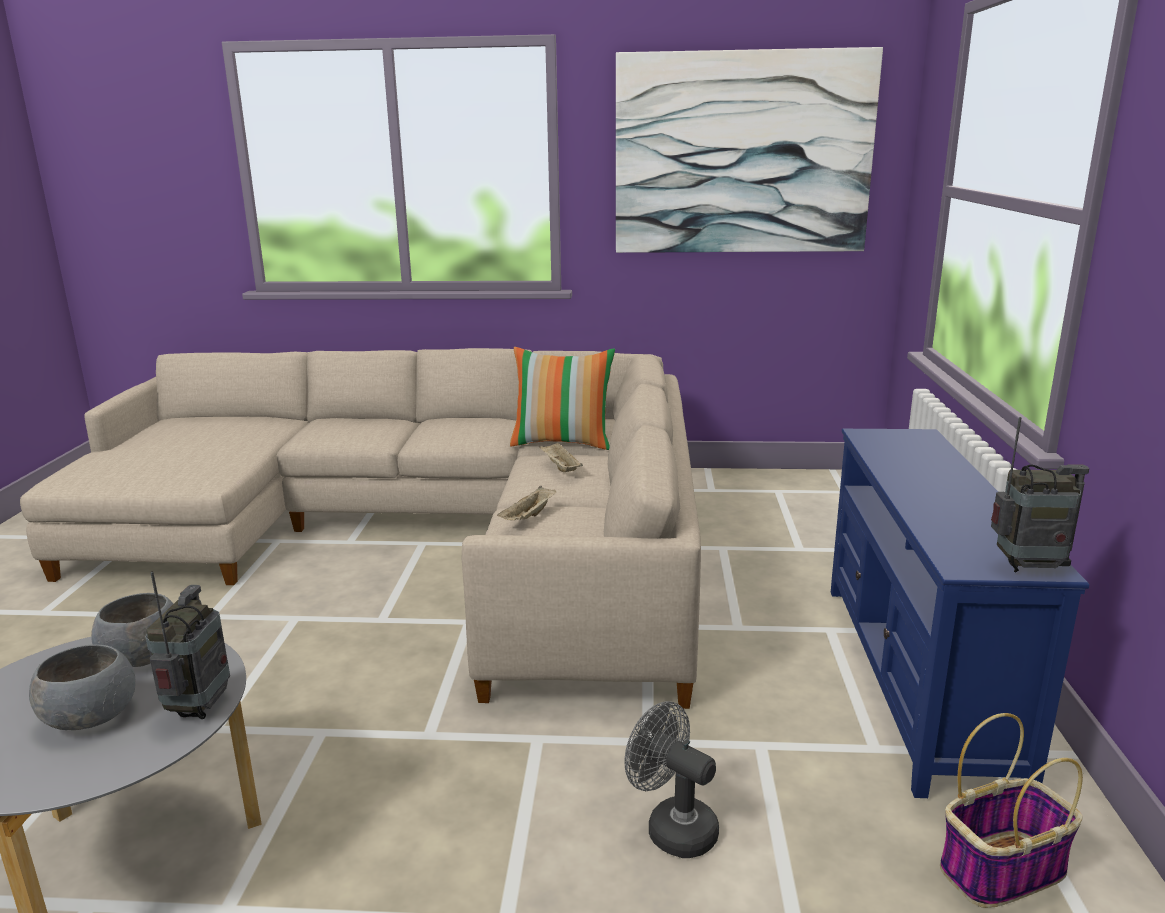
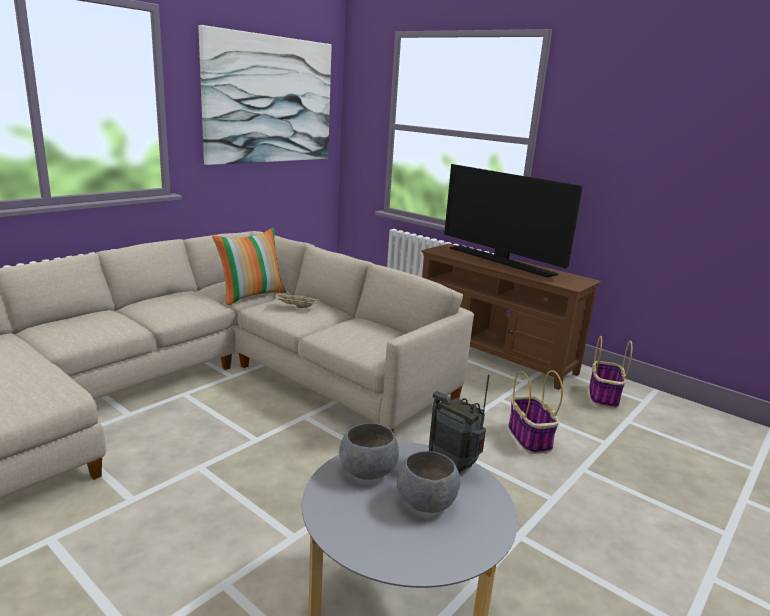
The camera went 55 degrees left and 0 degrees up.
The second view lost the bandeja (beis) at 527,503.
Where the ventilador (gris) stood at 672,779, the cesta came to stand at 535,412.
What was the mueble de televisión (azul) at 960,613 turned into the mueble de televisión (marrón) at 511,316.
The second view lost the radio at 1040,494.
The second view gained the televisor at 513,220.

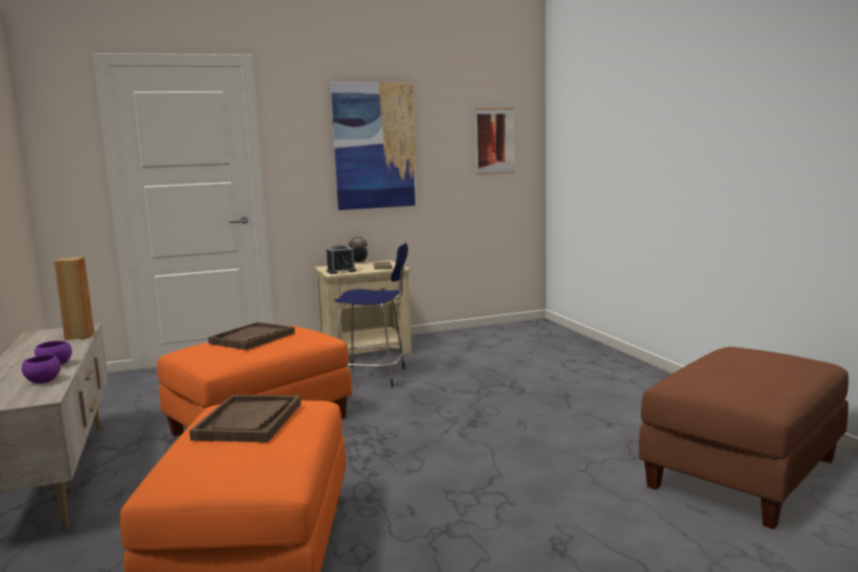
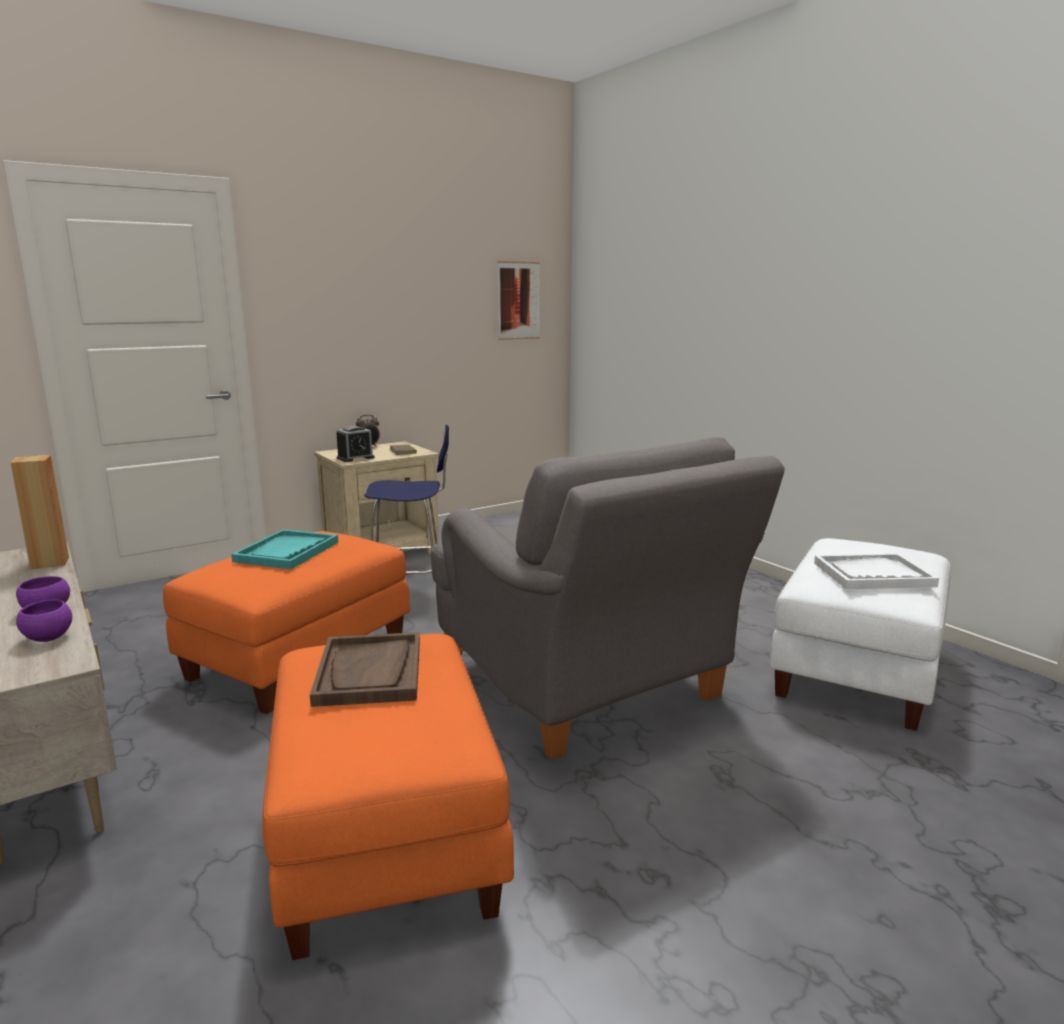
The camera went 15 degrees left and 5 degrees up.
What was the bandeja (marrón) at 251,336 turned into the bandeja (turquesa) at 284,549.
The second view lost the cuadro at 374,146.
What was the puf (marrón) at 744,438 turned into the puf (blanco) at 860,634.
The second view gained the sillón (gris) at 608,598.
The second view gained the bandeja (blanco) at 876,571.

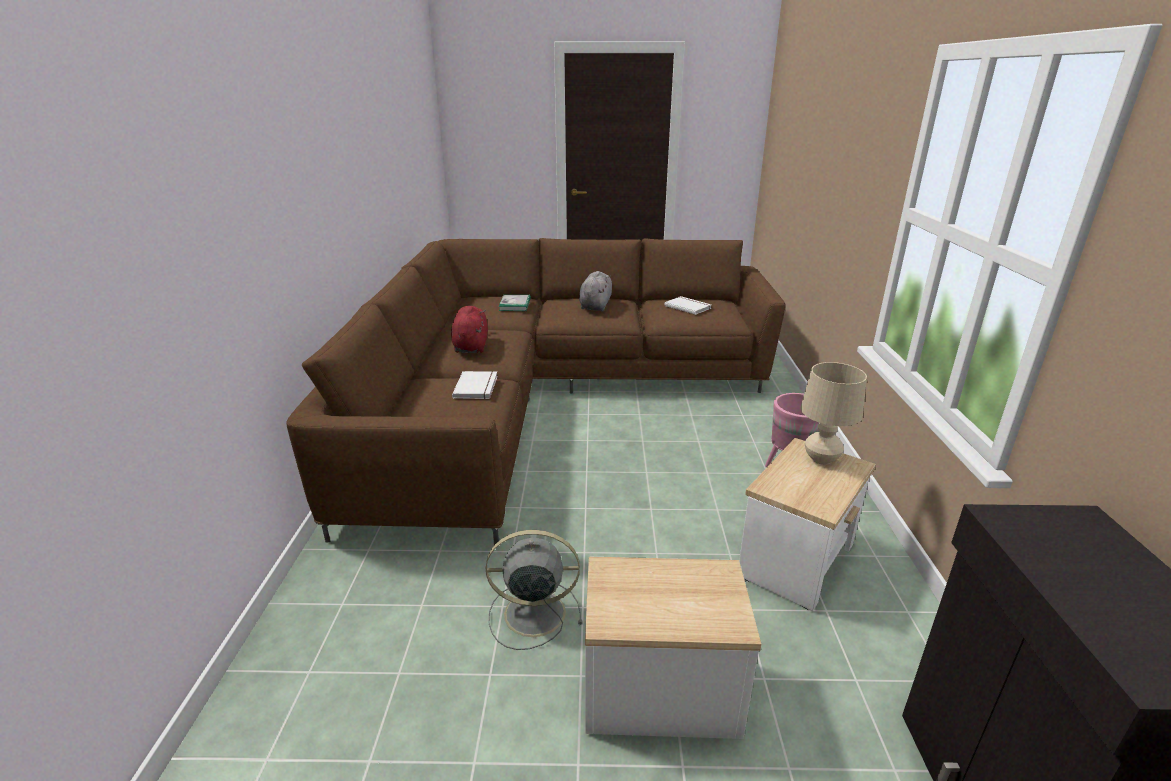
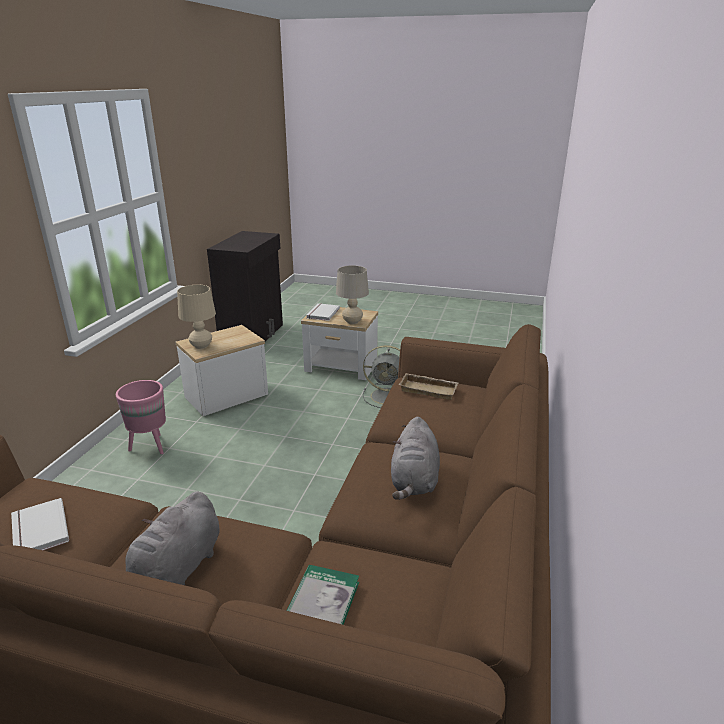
The camera went 165 degrees left and 0 degrees up.
What was the peluche (rojo) at 469,329 turned into the peluche (gris) at 415,458.
The libro (blanco) ended up elsewhere, having gone from 475,385 to 323,312.
The second view gained the lámpara de mesa (beis) at 352,294.
The second view gained the bandeja (beis) at 428,386.

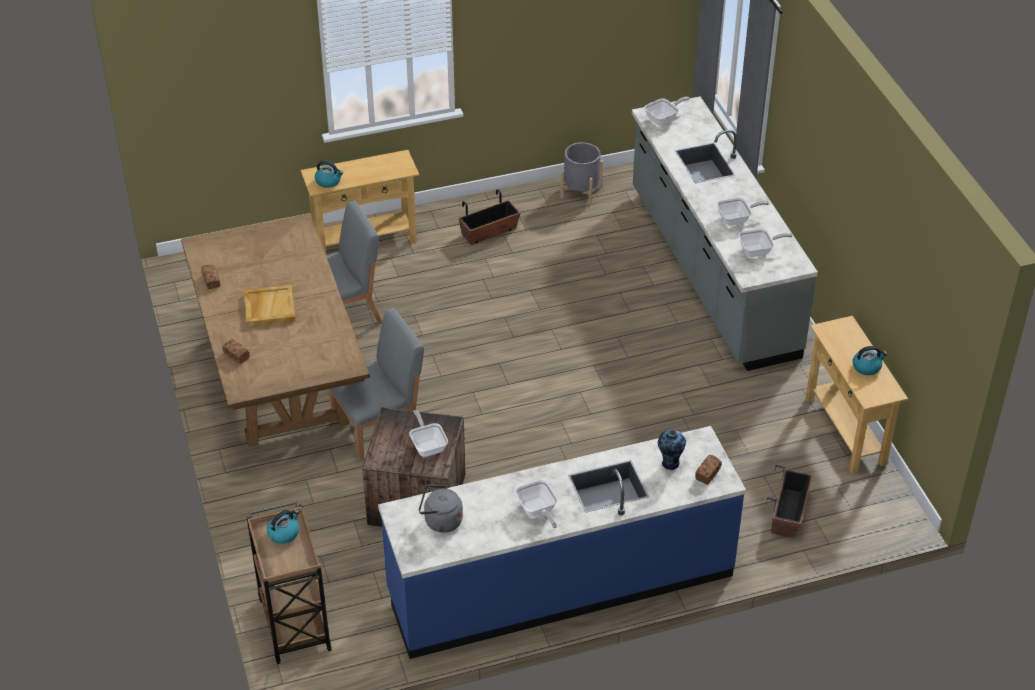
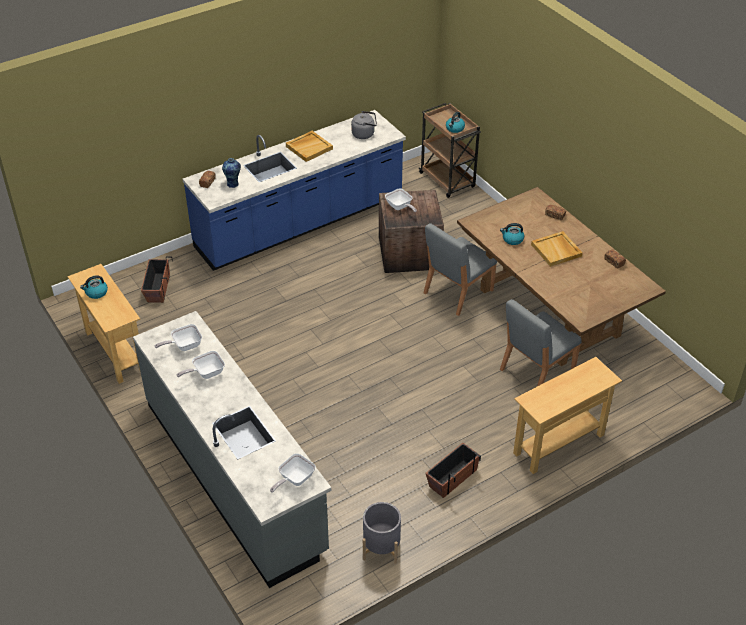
The camera went 165 degrees right and 0 degrees up.
The hervidor ended up elsewhere, having gone from 329,174 to 512,234.
Where the sartén stood at 536,504, the bandeja (beis) came to stand at 309,146.

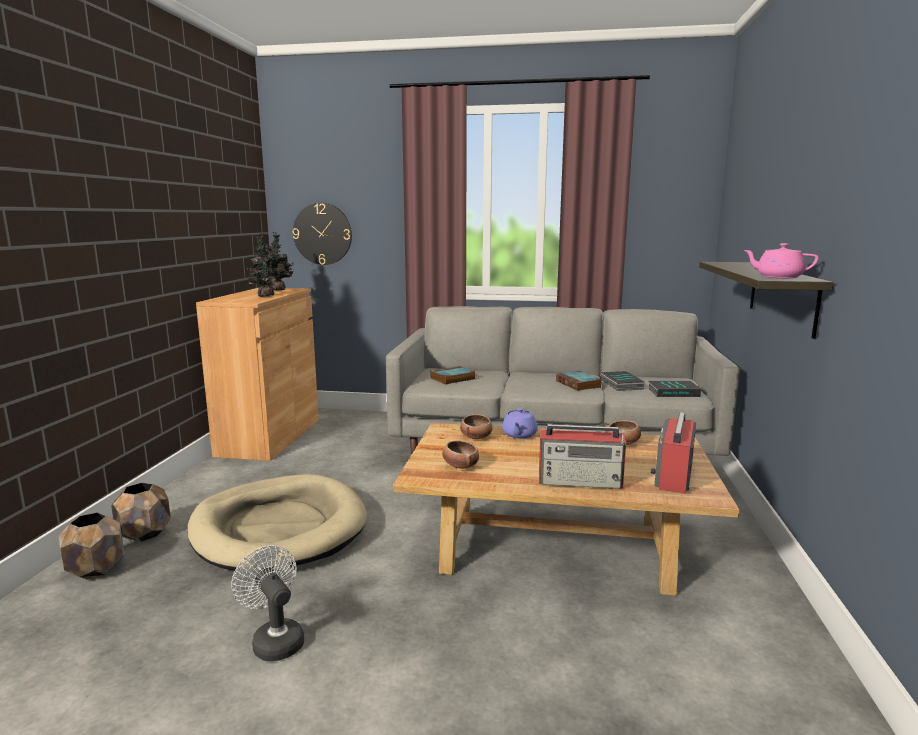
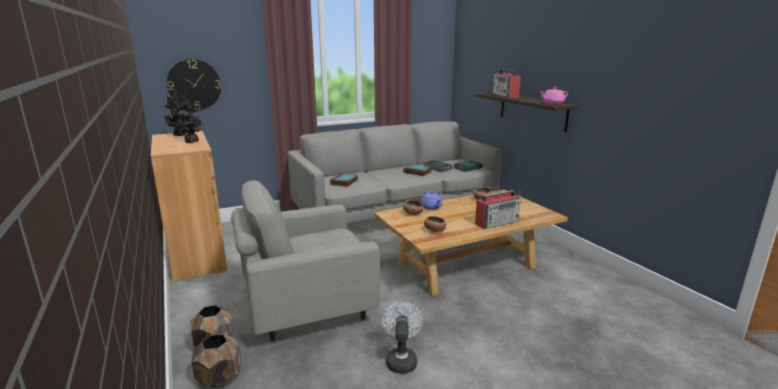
The camera went 35 degrees left and 5 degrees up.
Where the cama para perro (beis) stood at 277,522, the sillón (gris) came to stand at 305,261.
The ventilador (blanco) at 268,603 ended up facing another way, 75 degrees clockwise from before.
The radio ended up elsewhere, having gone from 673,453 to 506,83.

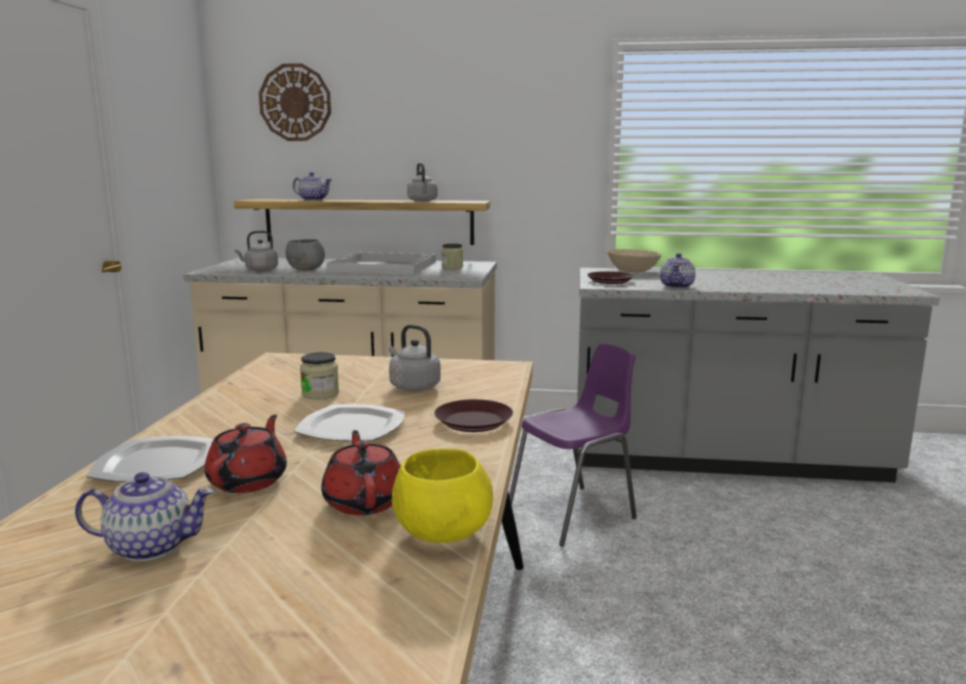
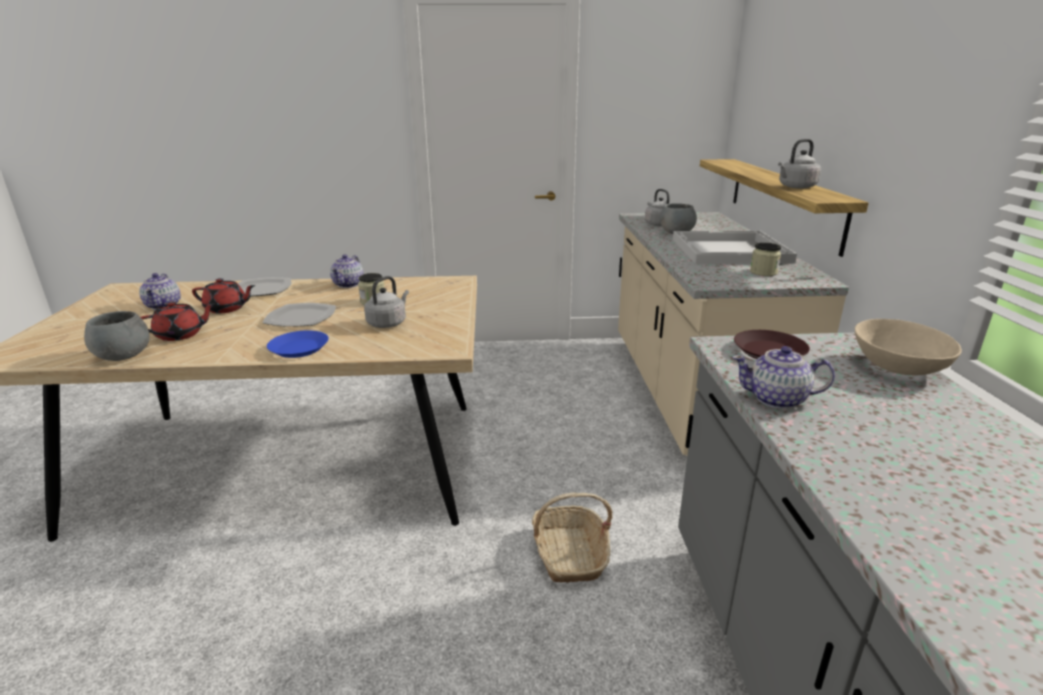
The camera went 80 degrees right and 10 degrees up.
The second view lost the reloj de pared at 295,102.
The tetera ended up elsewhere, having gone from 312,186 to 346,271.
What was the cuenco (amarillo) at 442,496 turned into the cuenco (gris) at 117,336.
What was the plato (marrón) at 473,415 turned into the plato (azul) at 298,344.
Where the silla (morado) stood at 573,445, the cesta came to stand at 572,538.

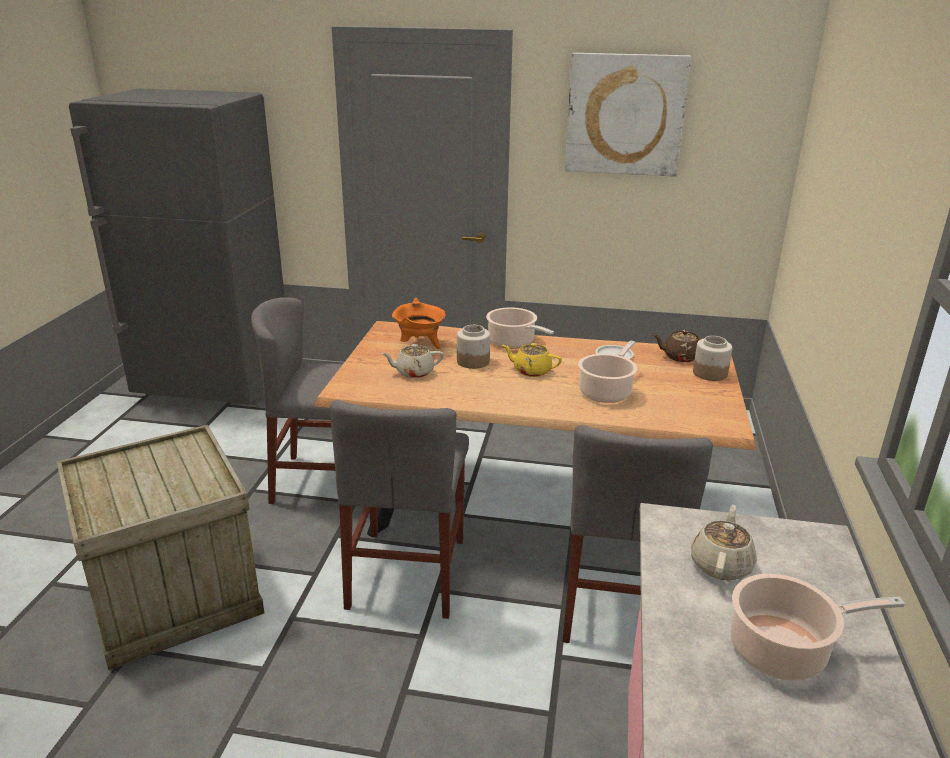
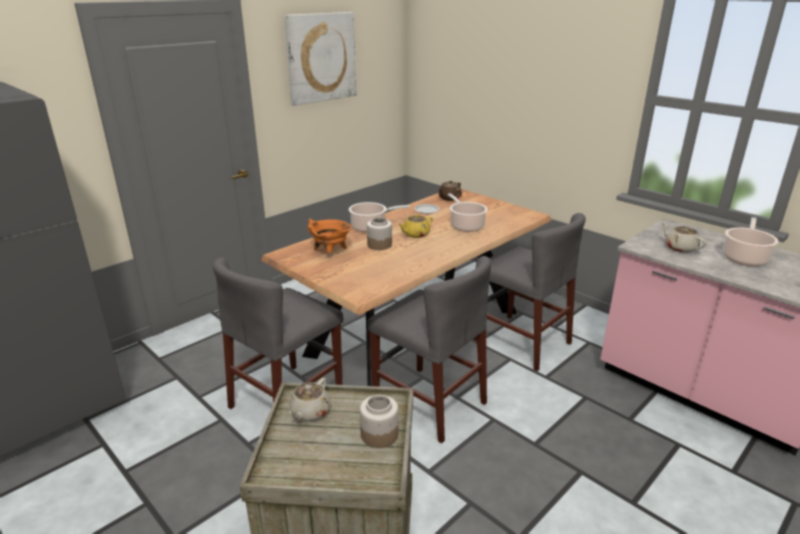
The camera went 55 degrees left and 0 degrees up.
The tetera (beis) ended up elsewhere, having gone from 412,361 to 310,399.
The tarro ended up elsewhere, having gone from 712,358 to 379,421.

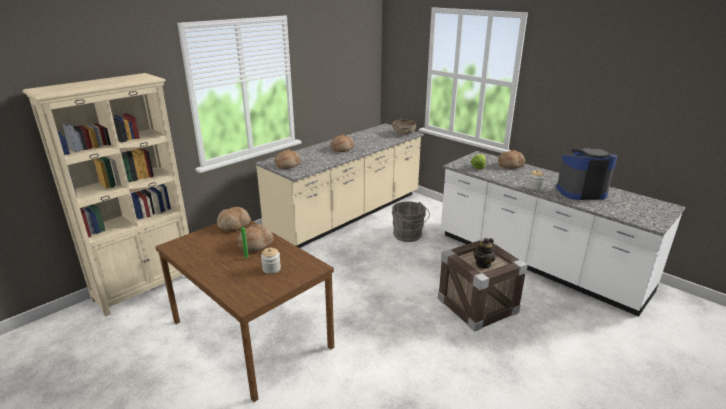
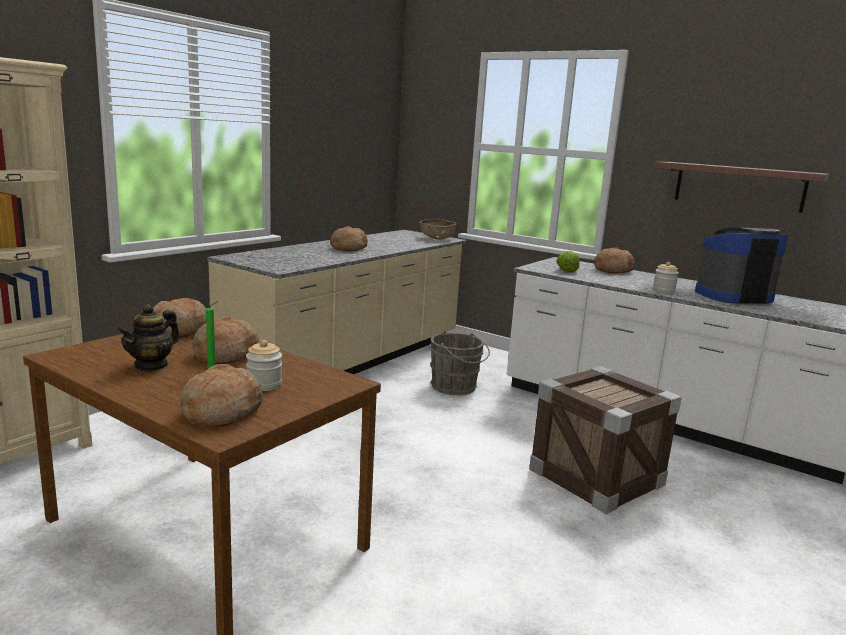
The camera went 10 degrees left and 10 degrees down.
The pan ended up elsewhere, having gone from 287,159 to 221,395.
The tetera ended up elsewhere, having gone from 484,253 to 148,338.
The second view gained the estante at 742,187.

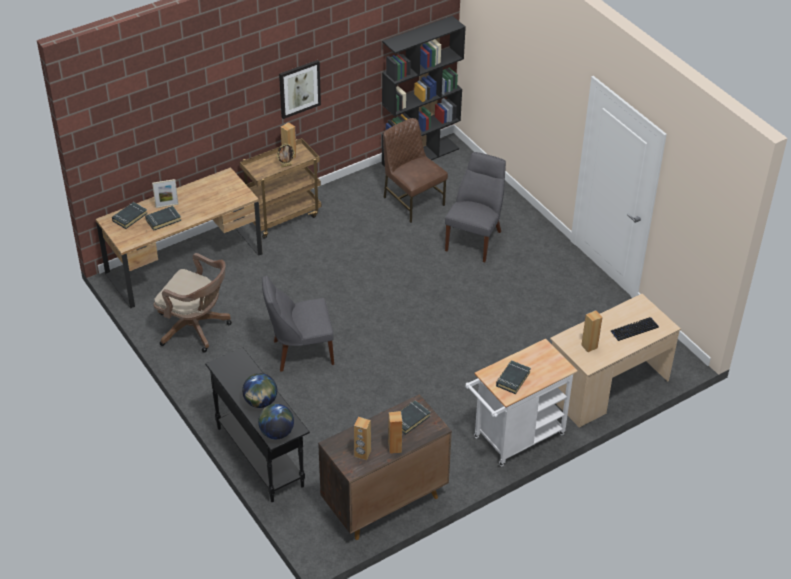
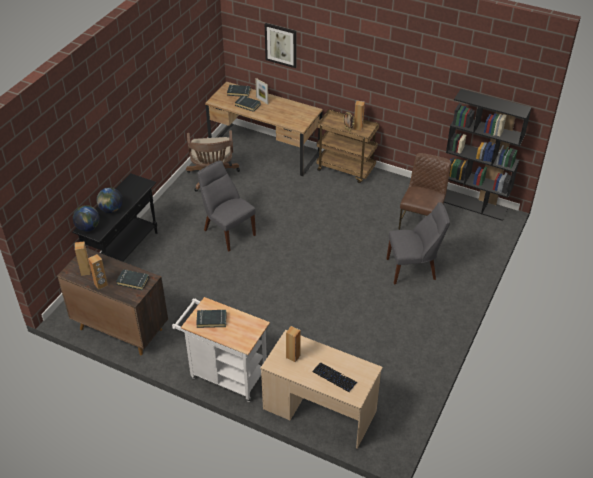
The camera went 60 degrees right and 0 degrees up.
The cuadro ended up elsewhere, having gone from 300,89 to 281,45.

